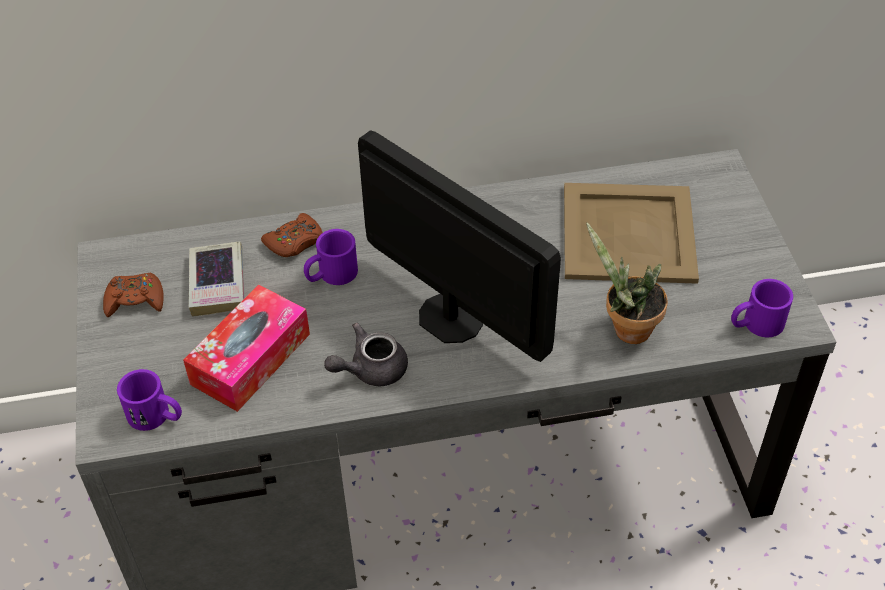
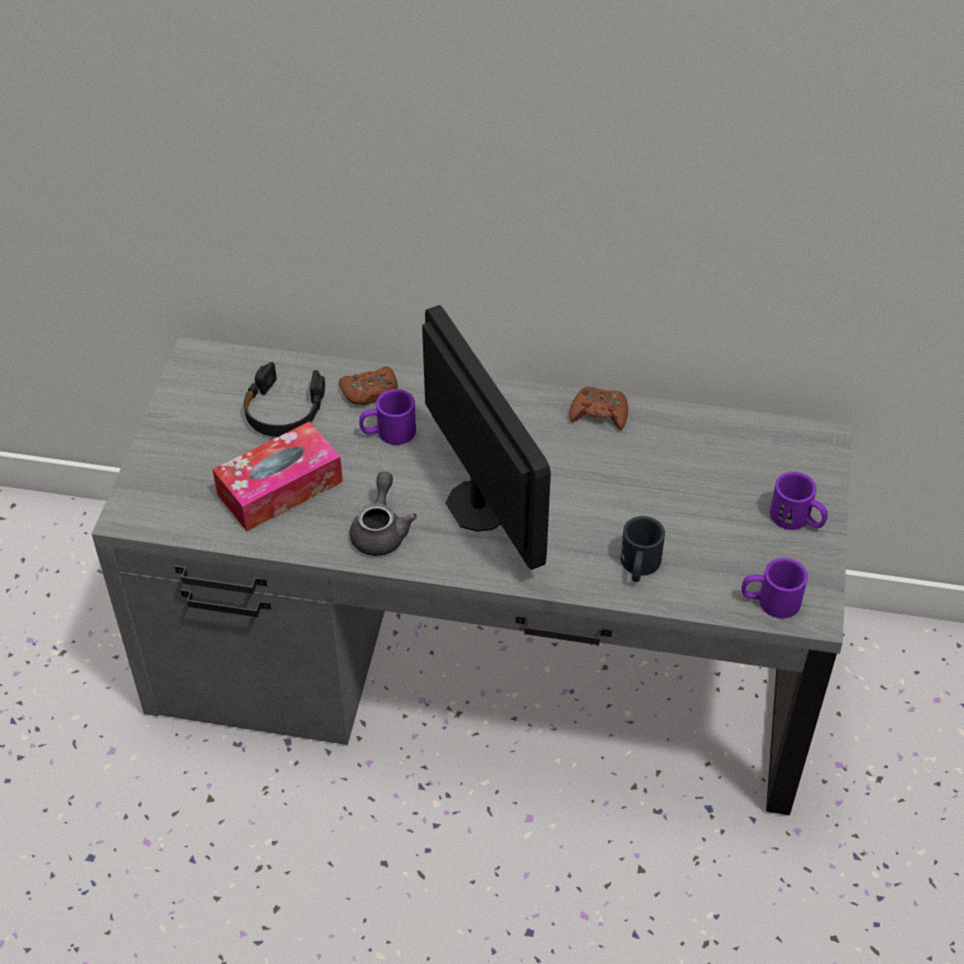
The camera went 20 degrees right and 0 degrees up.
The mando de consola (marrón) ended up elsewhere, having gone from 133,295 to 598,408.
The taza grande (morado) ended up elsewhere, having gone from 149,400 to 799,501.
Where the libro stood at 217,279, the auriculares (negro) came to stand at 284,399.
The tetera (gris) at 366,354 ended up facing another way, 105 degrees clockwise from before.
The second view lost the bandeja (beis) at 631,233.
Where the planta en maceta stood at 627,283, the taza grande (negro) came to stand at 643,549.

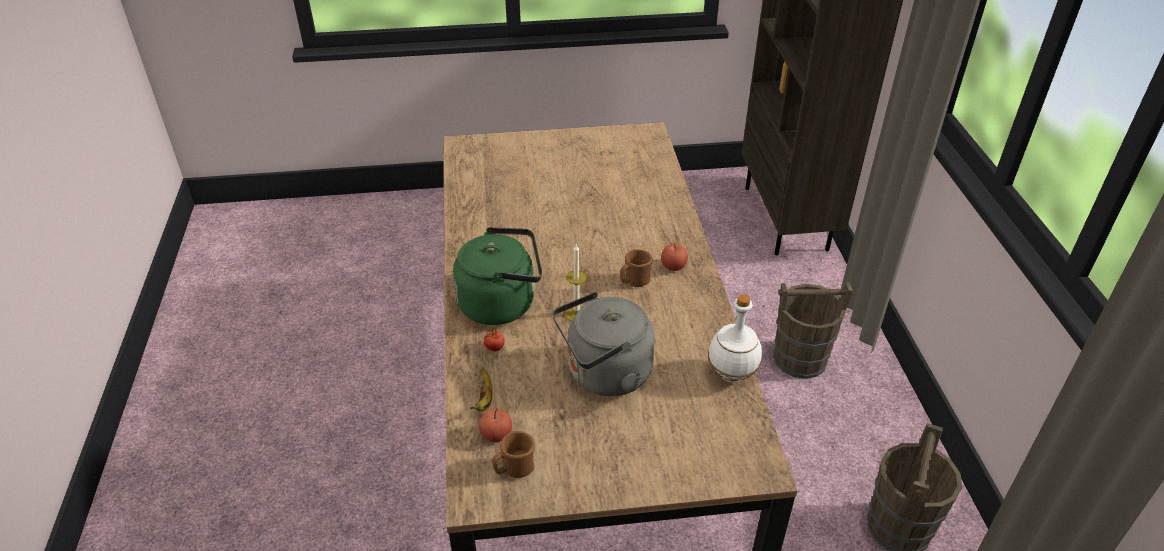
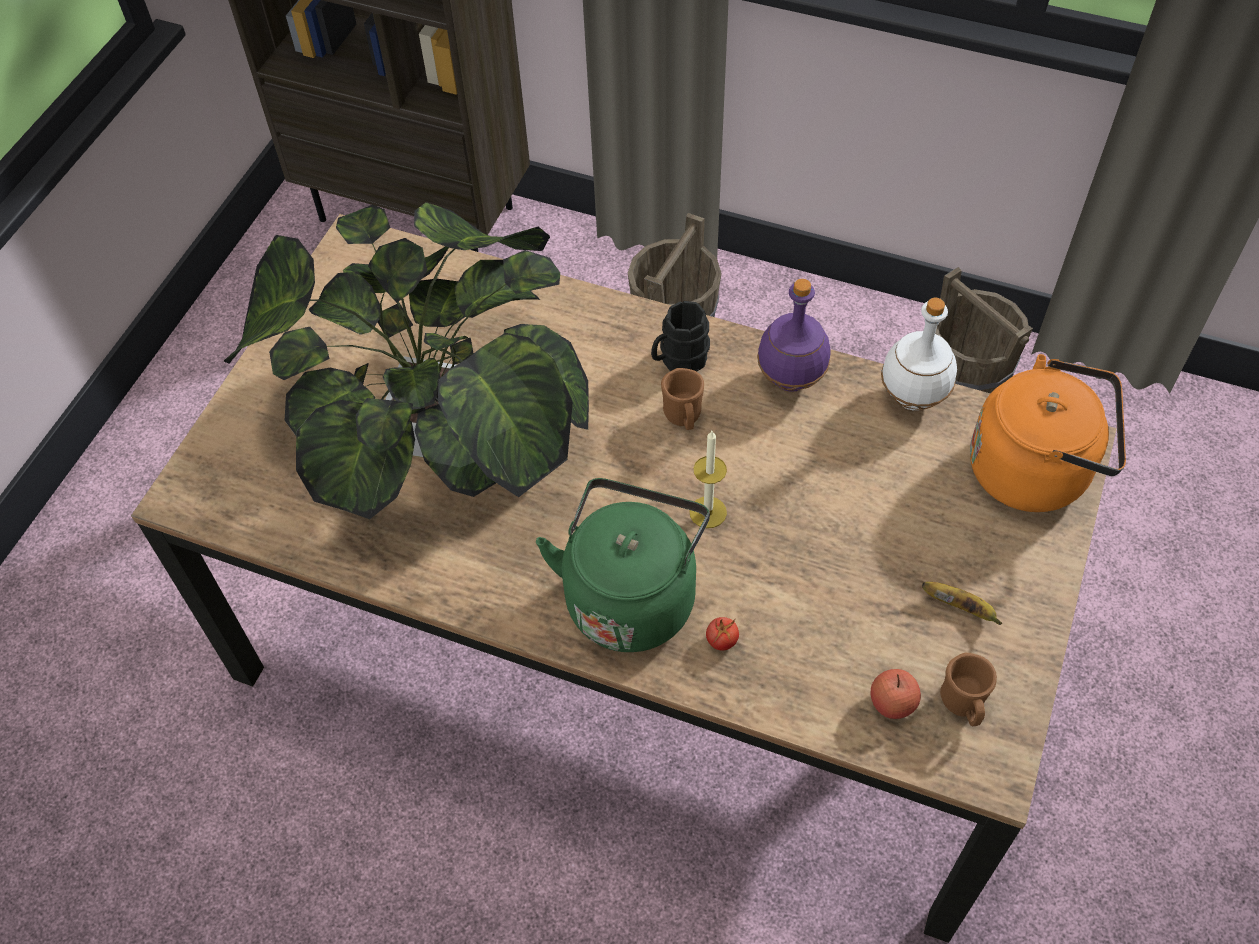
The camera went 60 degrees left and 15 degrees up.
The plátano ended up elsewhere, having gone from 481,389 to 962,603.
The second view lost the hervidor (gris) at 603,344.
Where the manzana stood at 674,257, the taza grande (negro) came to stand at 680,336.
The second view gained the planta en maceta at 406,360.
The second view gained the botella (morado) at 794,335.
The second view gained the hervidor (naranja) at 1048,433.

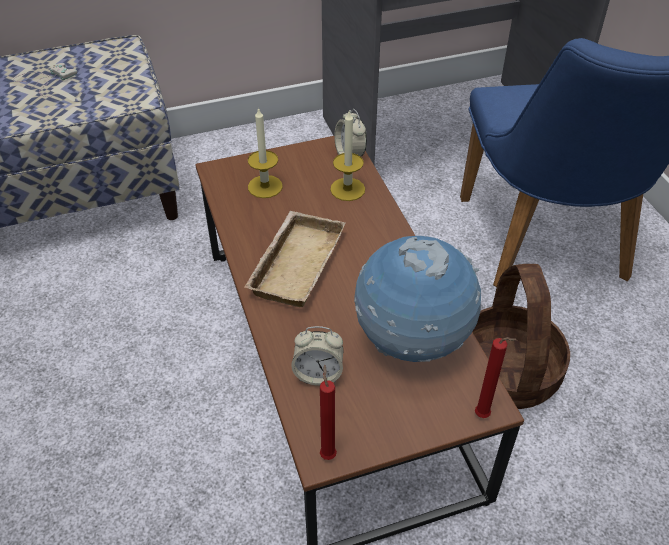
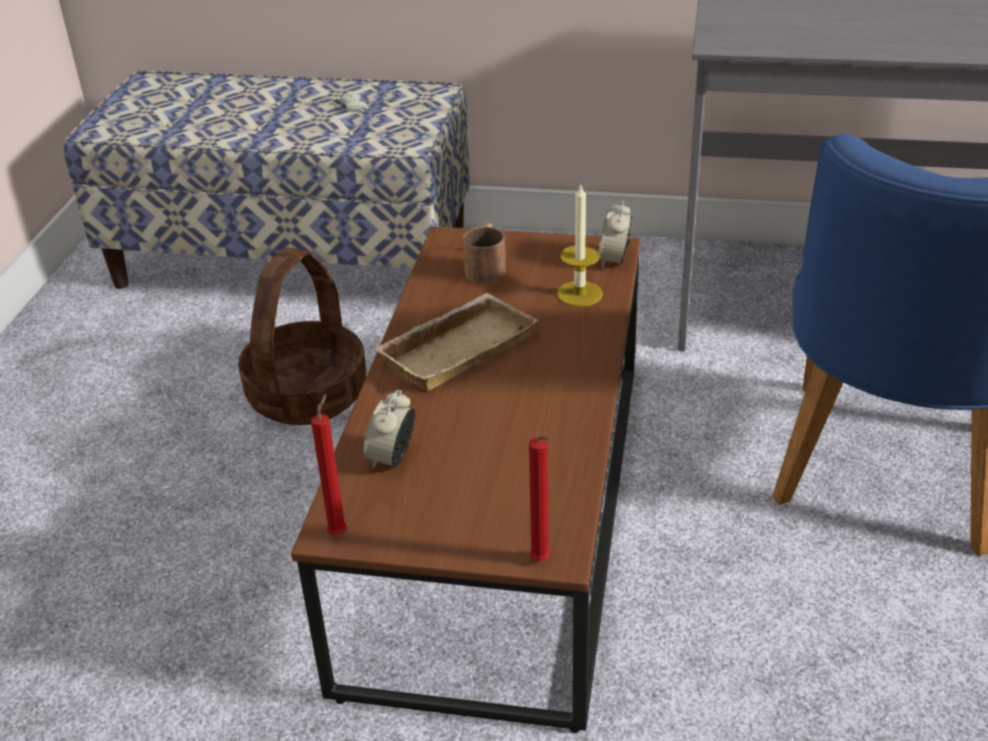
The camera went 30 degrees right and 10 degrees down.
Where the vela stood at 265,152, the taza grande (marrón) came to stand at 484,253.
The despertador at 317,356 ended up facing another way, 75 degrees clockwise from before.
The second view lost the globo terráqueo at 417,299.
The cesta ended up elsewhere, having gone from 521,336 to 302,336.

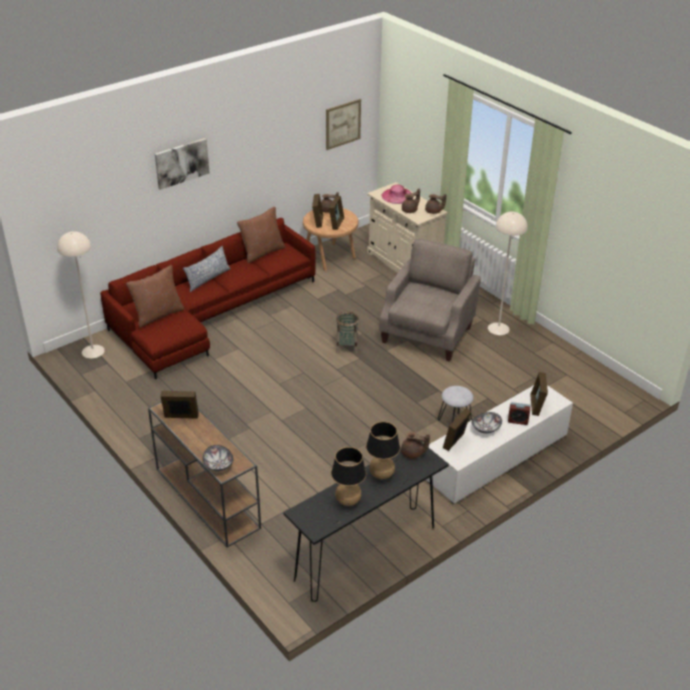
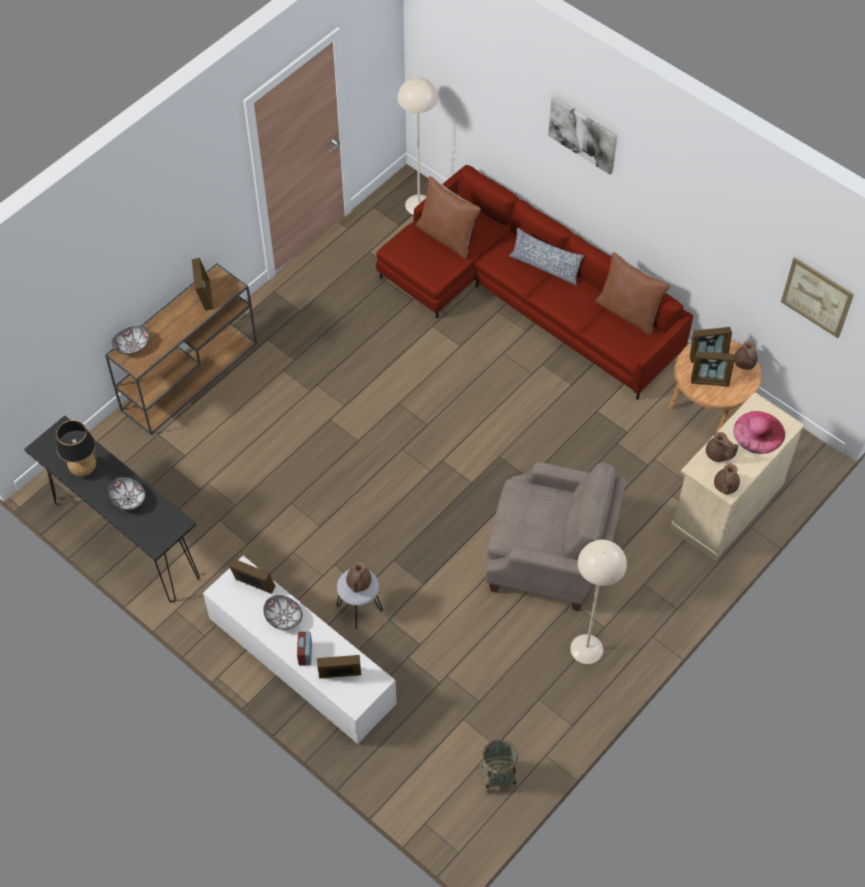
The camera went 80 degrees right and 20 degrees up.
The cesta ended up elsewhere, having gone from 347,332 to 499,766.
Where the lámpara de mesa stood at 391,454, the cuenco came to stand at 127,493.
The tetera (marrón) ended up elsewhere, having gone from 415,445 to 359,577.

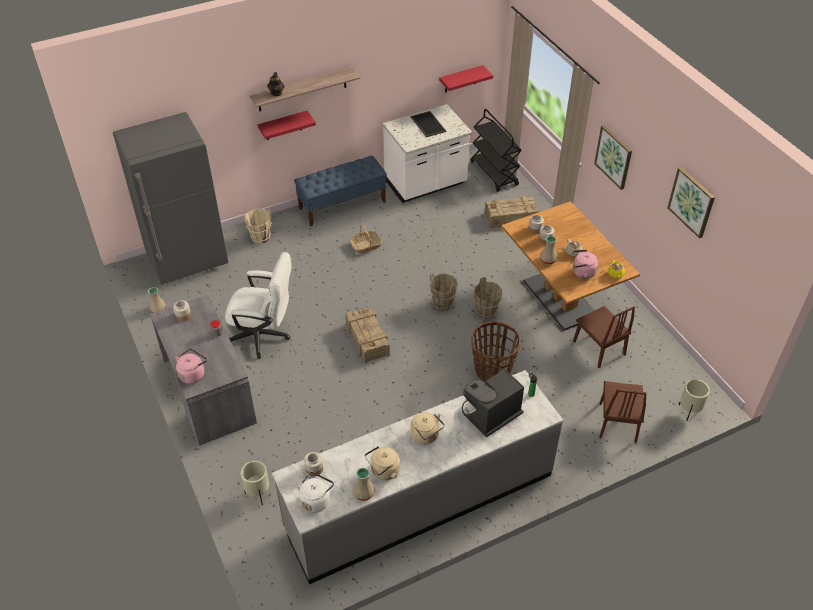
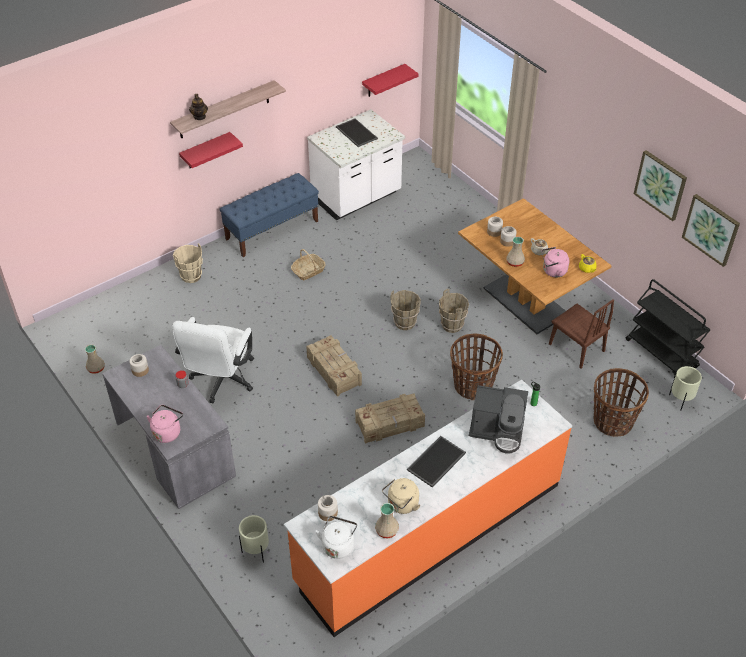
The camera went 10 degrees left and 0 degrees up.
The second view lost the nevera (gris) at 171,198.
The silla de oficina (blanco) at 258,305 ended up facing another way, 105 degrees clockwise from before.
What was the mueble bajo de cocina (gris) at 417,477 turned into the mueble bajo de cocina (naranja) at 428,508.
Where the hervidor (beis) stood at 427,428, the bandeja came to stand at 436,461.
The cafetera at 493,403 ended up facing another way, 120 degrees counterclockwise from before.
The carrito (negro) ended up elsewhere, having gone from 496,150 to 668,328.
The caja de embalaje ended up elsewhere, having gone from 512,212 to 390,418.
The cuadro ended up elsewhere, having gone from 613,157 to 711,230.
Where the silla (marrón) stood at 623,412, the cesta came to stand at 621,402.

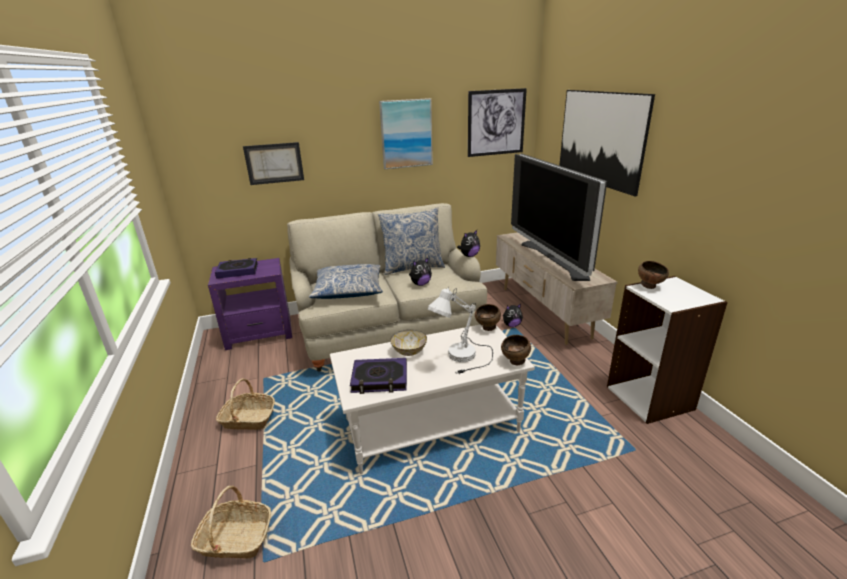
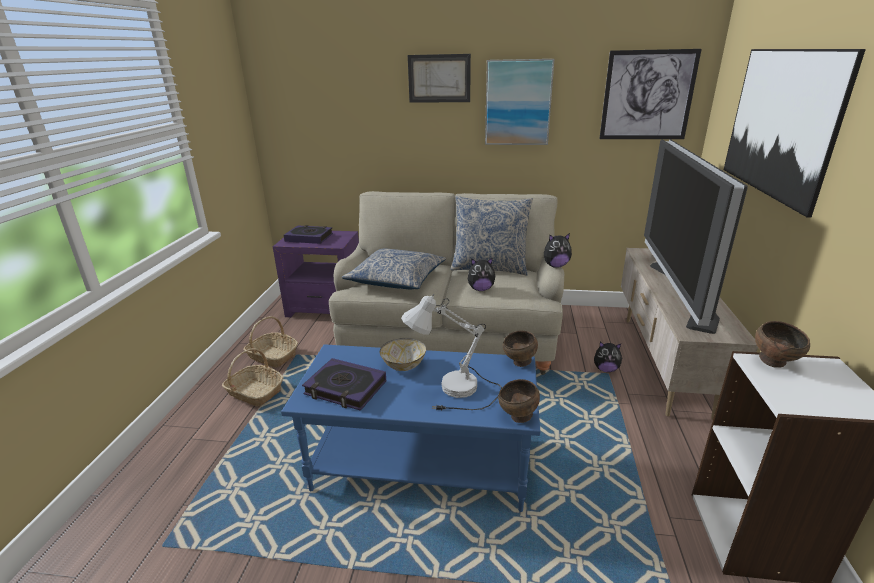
The camera went 25 degrees right and 0 degrees up.
The cesta ended up elsewhere, having gone from 231,522 to 270,341.
The cuadro ended up elsewhere, having gone from 273,163 to 439,78.
What was the mesa de centro (blanco) at 432,399 turned into the mesa de centro (azul) at 410,428.

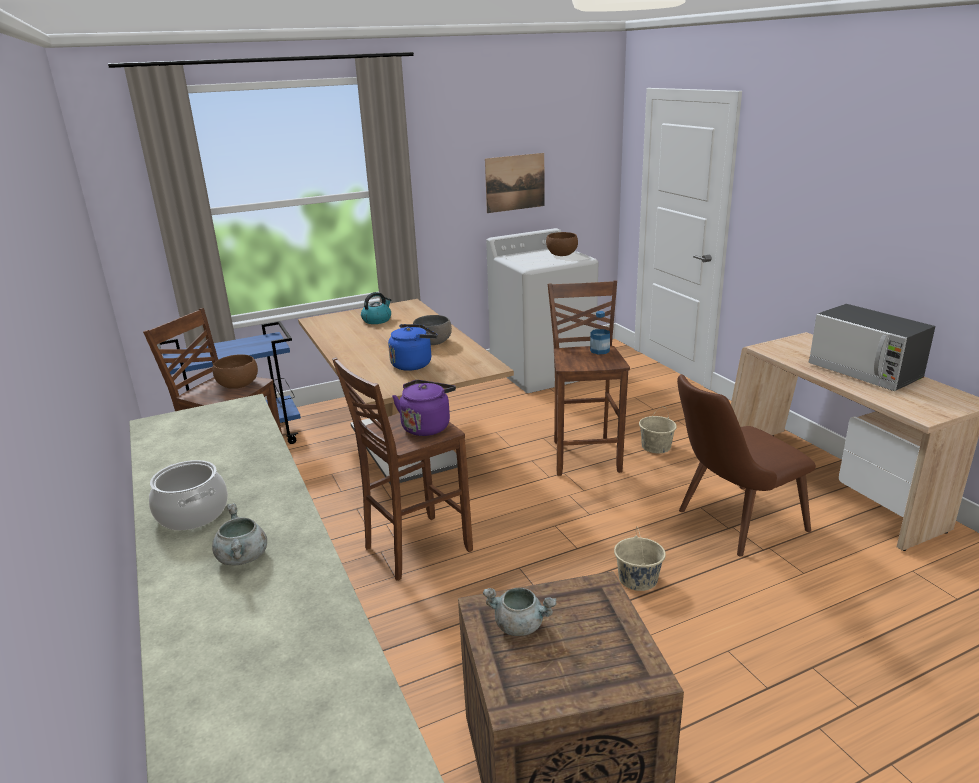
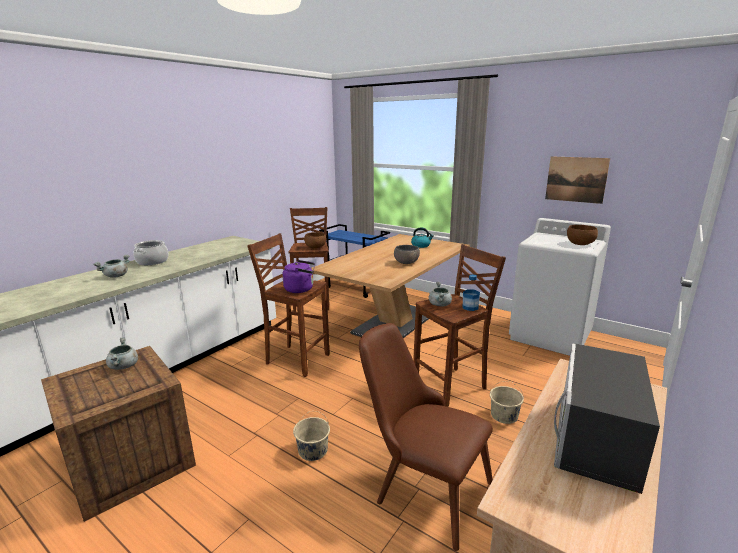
The camera went 60 degrees right and 5 degrees down.
The second view lost the hervidor (azul) at 413,347.
The second view gained the olla (gris) at 440,294.

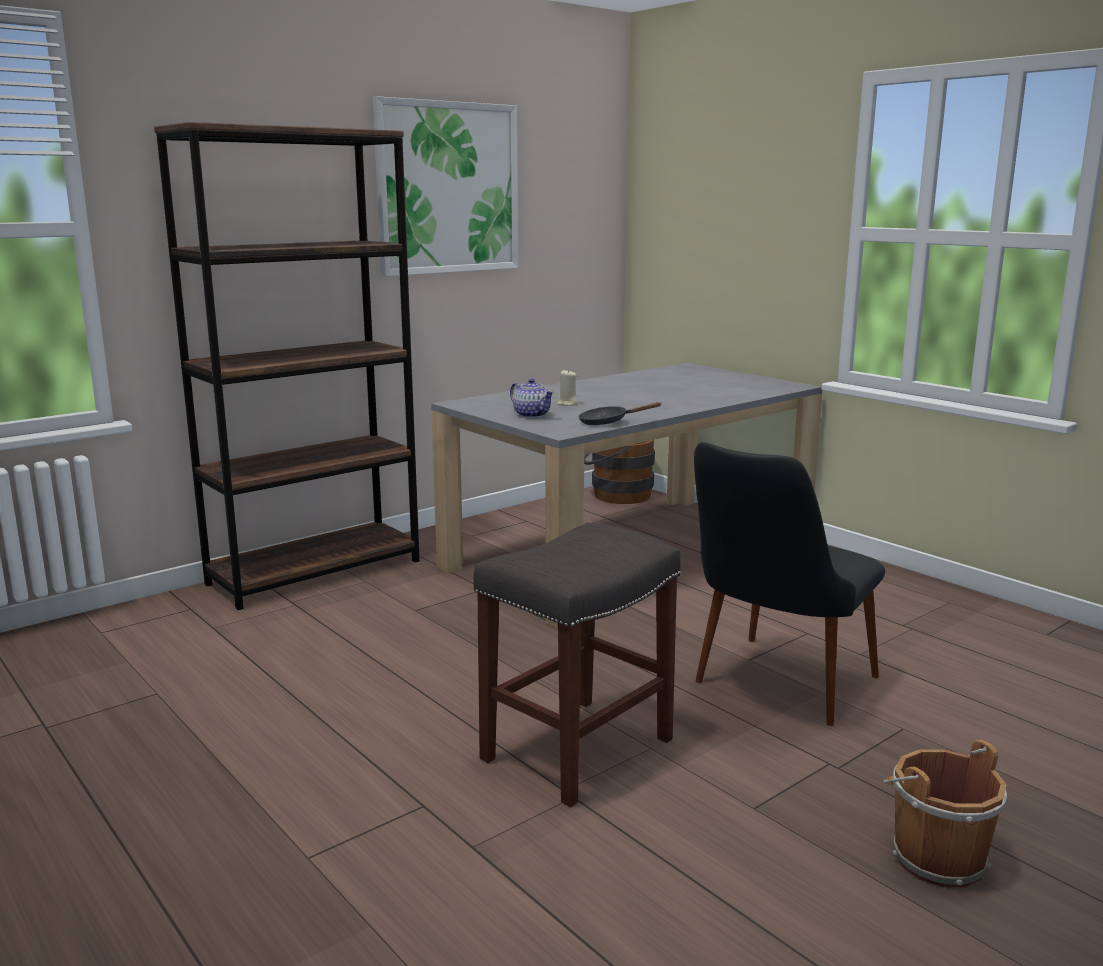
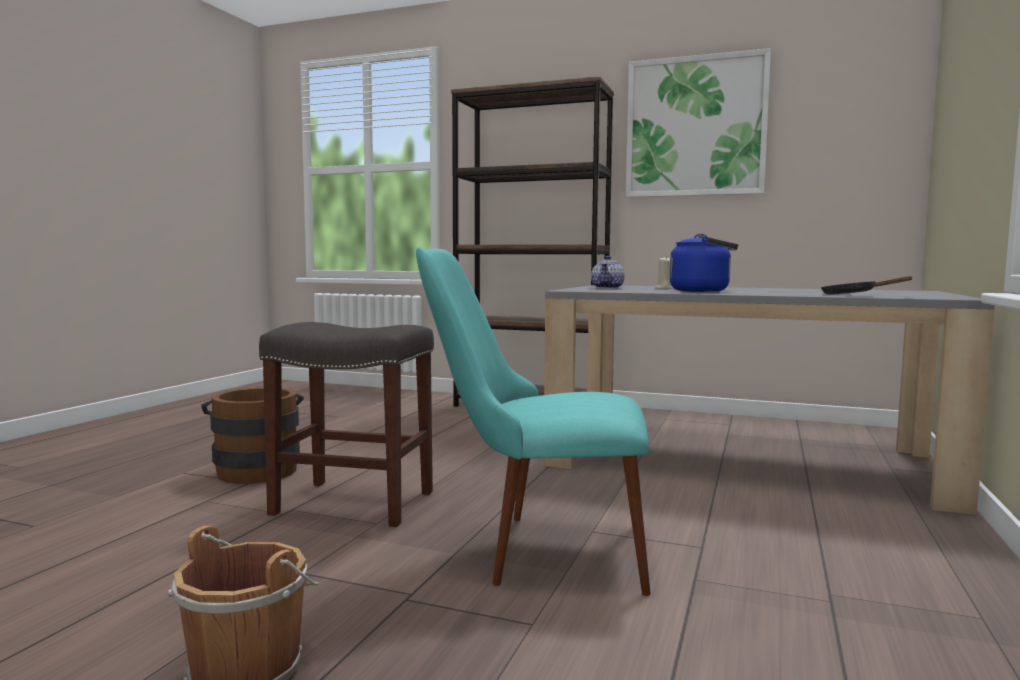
The camera went 60 degrees right and 10 degrees down.
The sartén (negro) ended up elsewhere, having gone from 620,413 to 866,285.
The cubo (marrón) ended up elsewhere, having gone from 619,472 to 252,436.
What was the silla (negro) at 789,584 turned into the silla (turquesa) at 533,421.
The second view gained the hervidor (azul) at 703,263.

